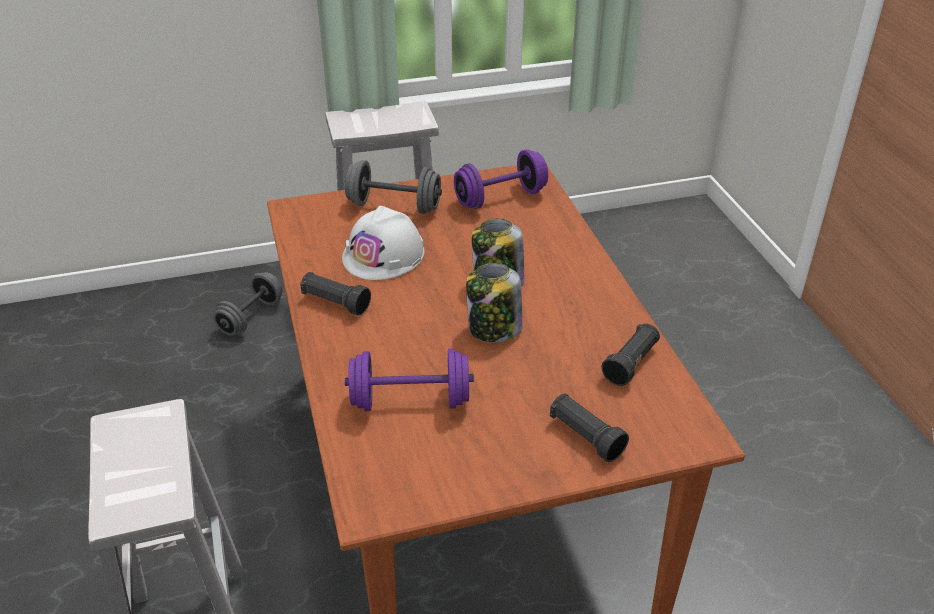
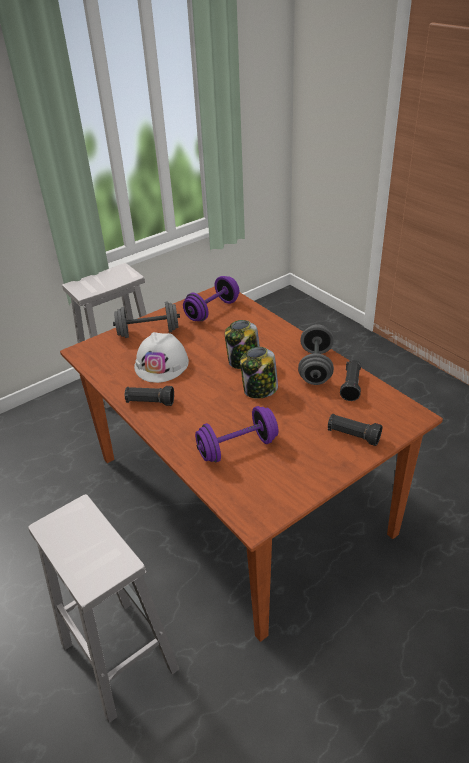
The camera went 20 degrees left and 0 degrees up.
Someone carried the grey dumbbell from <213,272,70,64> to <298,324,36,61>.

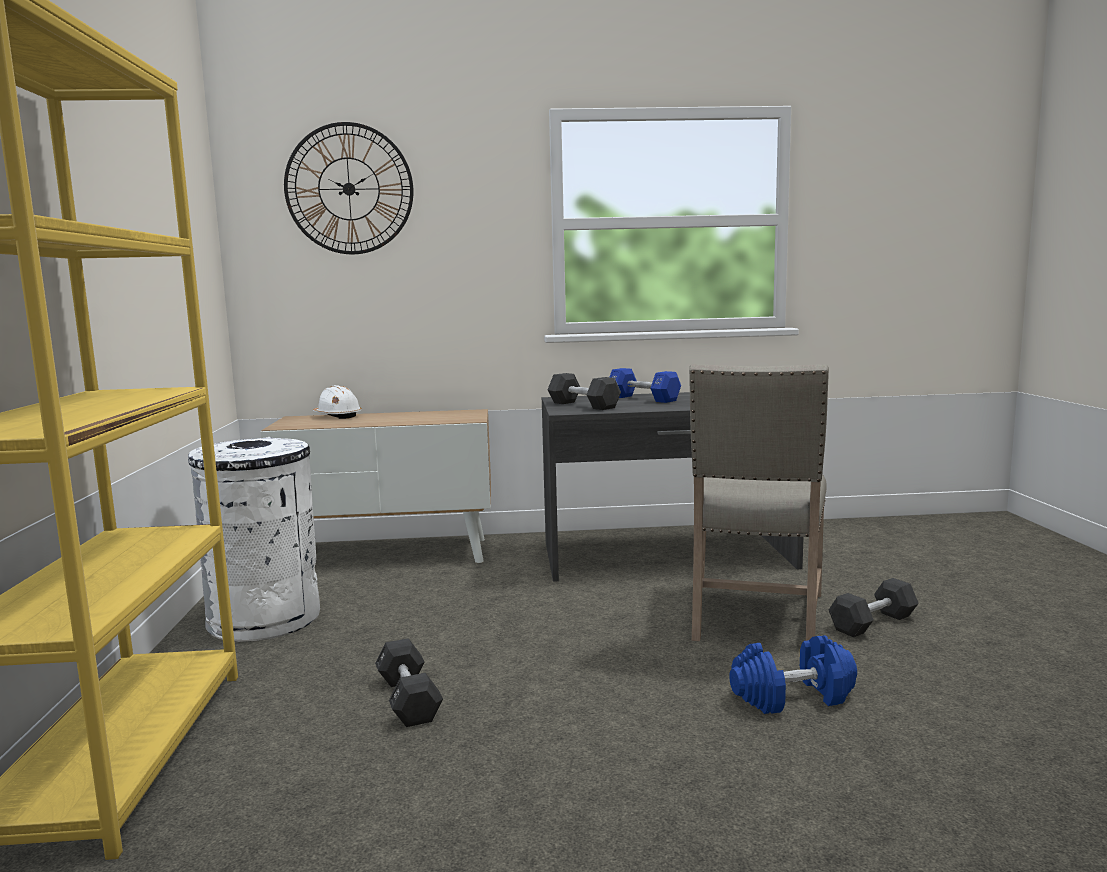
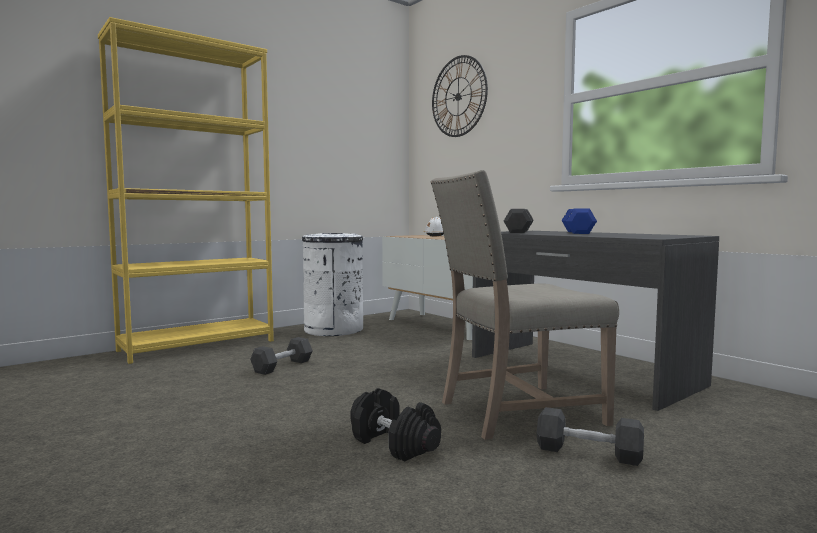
The camera went 55 degrees right and 5 degrees down.
Someone repainted the blue dumbbell at <729,635,128,79>, which became the black dumbbell at <350,388,91,73>.

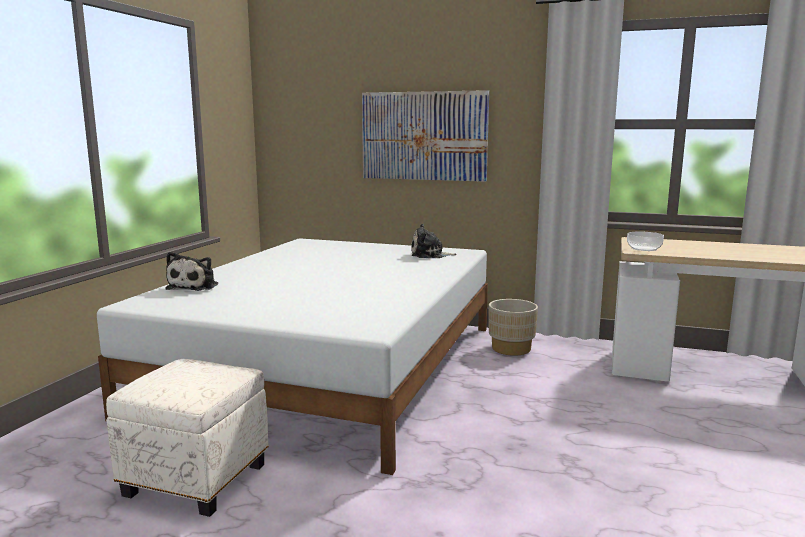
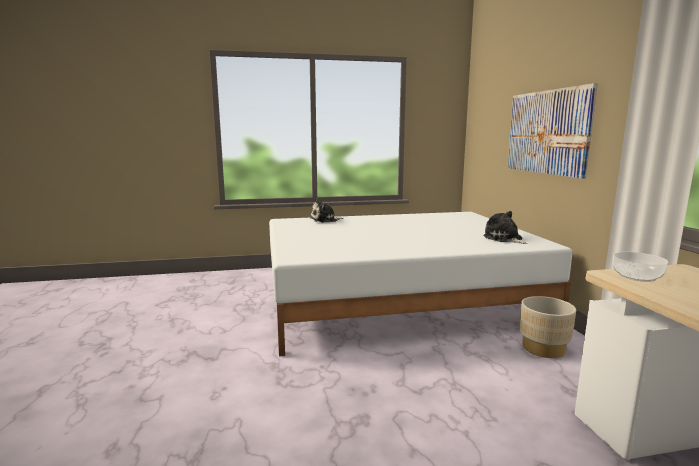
The camera went 60 degrees right and 0 degrees up.
Someone took away the white ottoman at <106,359,163,158>.

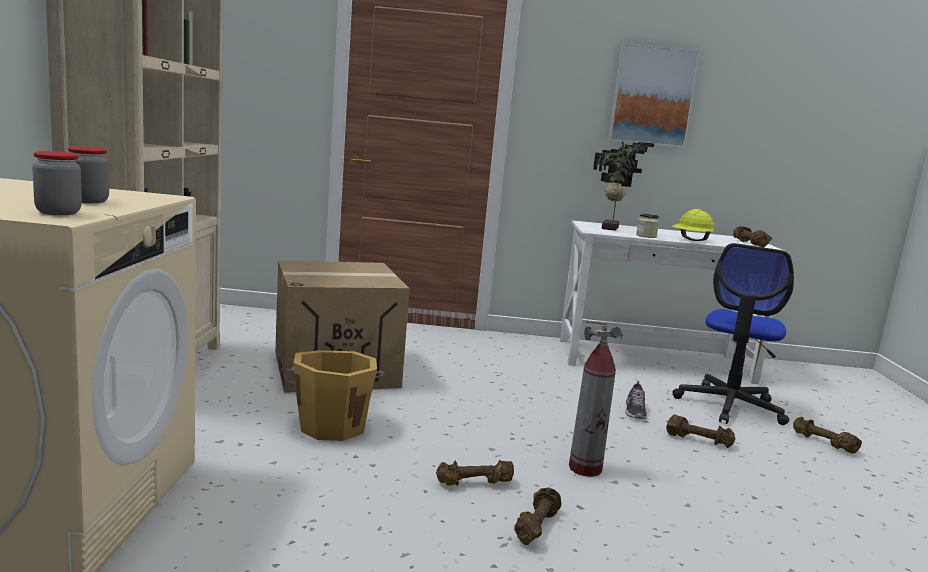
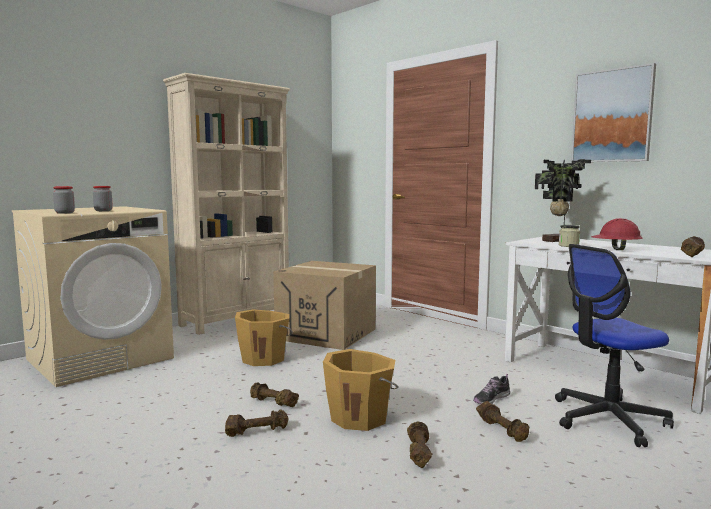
The camera went 45 degrees right and 5 degrees down.
Someone repainted the yellow hard hat at <672,209,43,32>, which became the red hard hat at <591,218,51,32>.
Someone swapped the fire extinguisher at <569,320,55,157> for the orange bucket at <323,349,75,82>.
Someone carried the brown dumbbell from <793,417,69,37> to <407,421,25,47>.

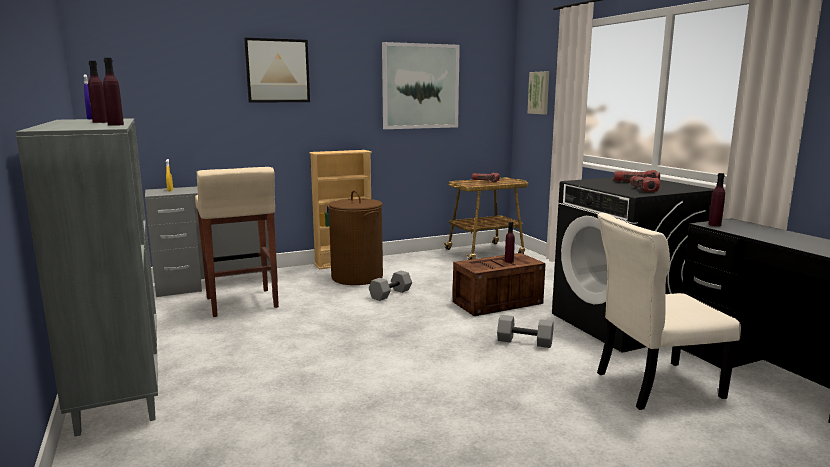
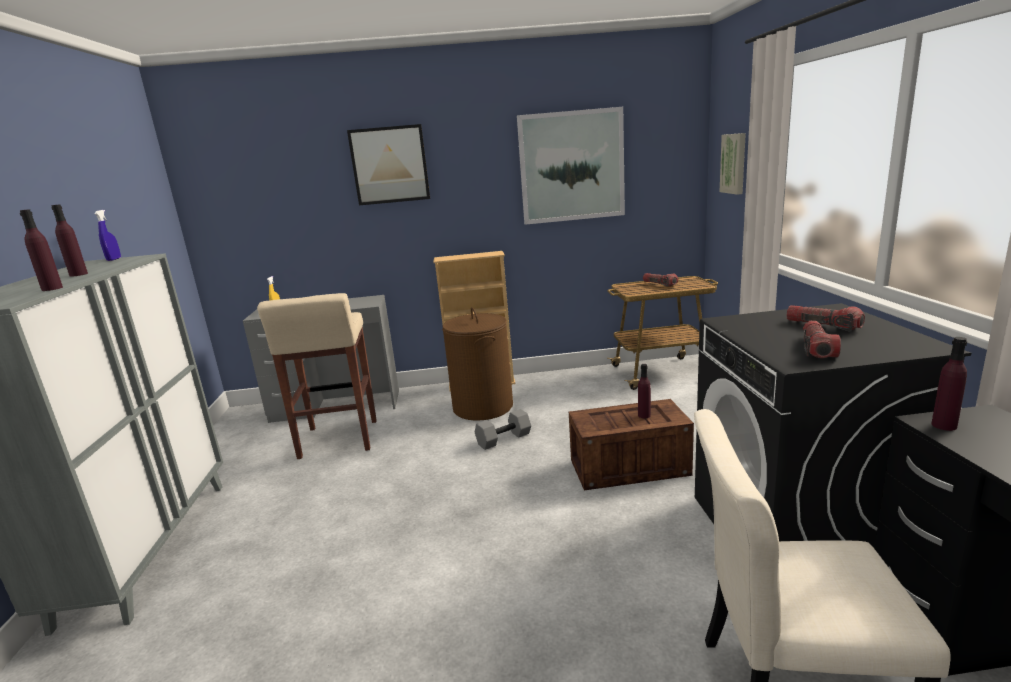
The camera went 20 degrees right and 5 degrees up.
Someone took away the grey dumbbell at <497,315,56,33>.

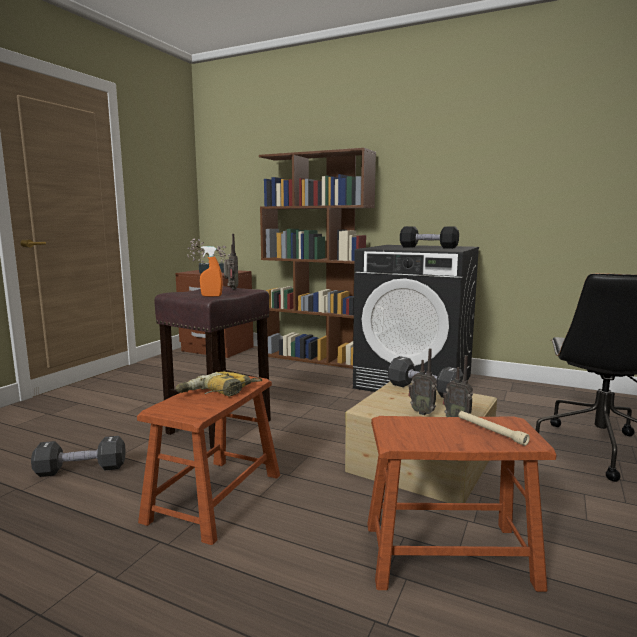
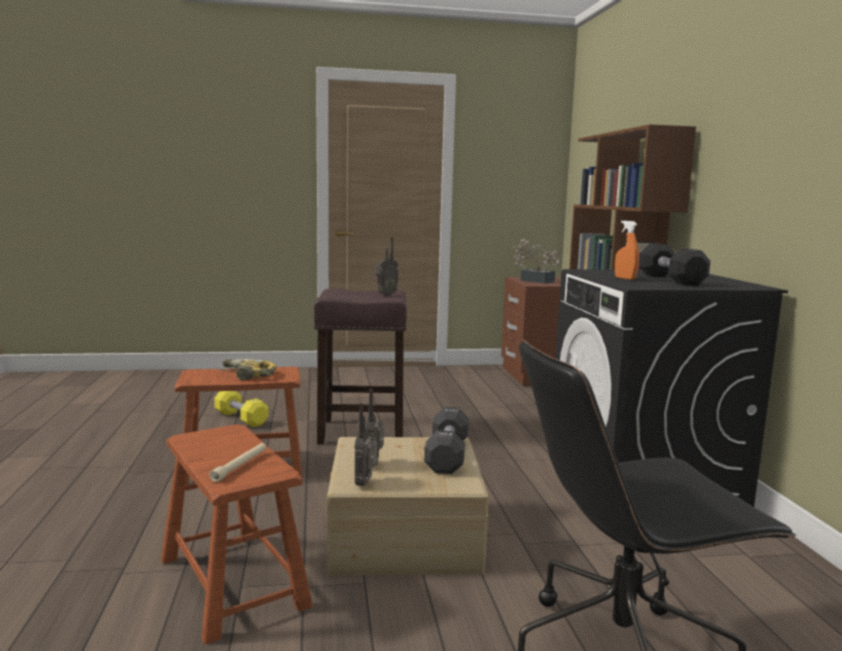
The camera went 55 degrees right and 0 degrees up.
Someone carried the orange spray bottle from <200,246,22,51> to <615,221,24,59>.
Someone repainted the black dumbbell at <31,436,95,41>, which became the yellow dumbbell at <214,391,55,36>.

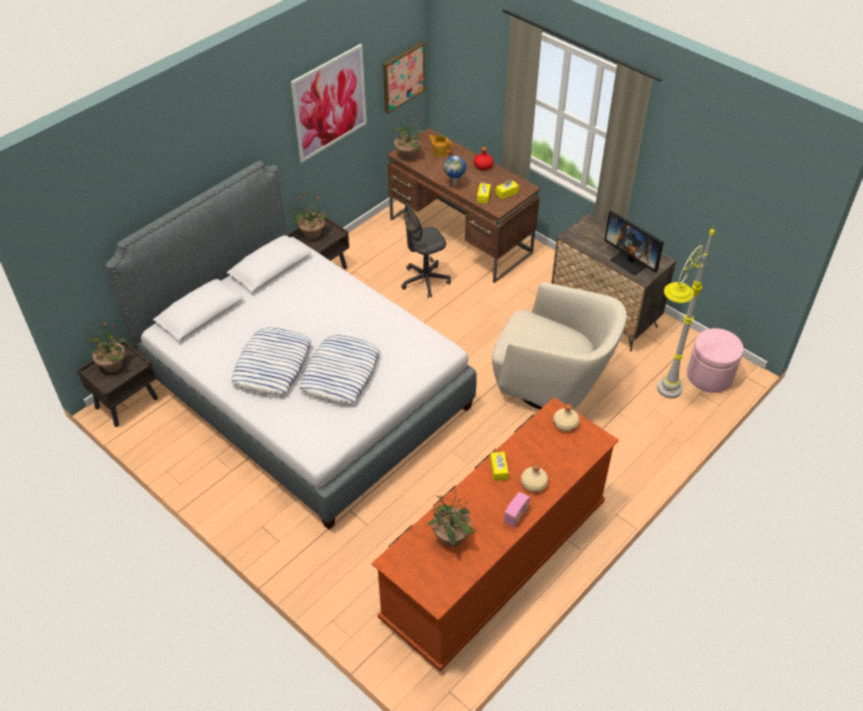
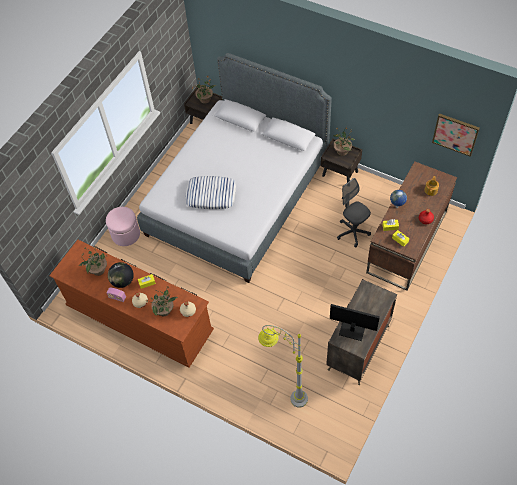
The camera went 80 degrees right and 10 degrees up.
Someone took away the picture at <291,44,76,119>.
Someone carried the potted plant from <392,114,32,46> to <146,286,32,30>.
Someone rotated the monitor at <604,211,60,64> by 75 degrees clockwise.
Someone took away the beige armchair at <492,282,135,128>.
Someone took away the pillow at <231,327,80,68>.
Someone carried the pink ottoman from <687,328,57,65> to <106,207,34,39>.
Someone put down the globe at <108,262,26,26>.

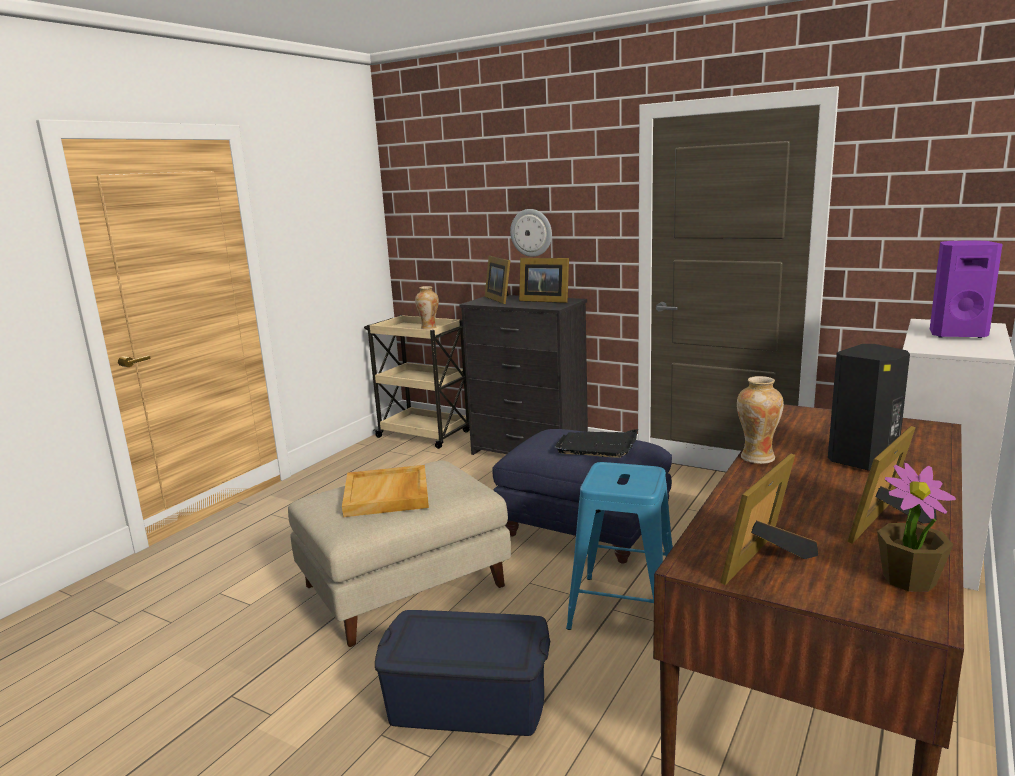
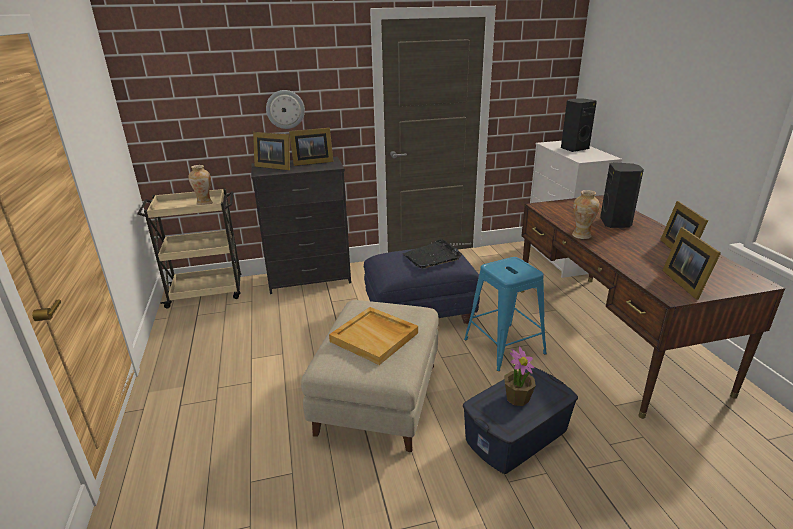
The camera went 45 degrees left and 10 degrees up.
Someone repainted the purple speaker at <930,240,73,98>, which became the black speaker at <561,98,36,54>.
Someone carried the potted plant from <877,463,79,129> to <504,346,32,60>.

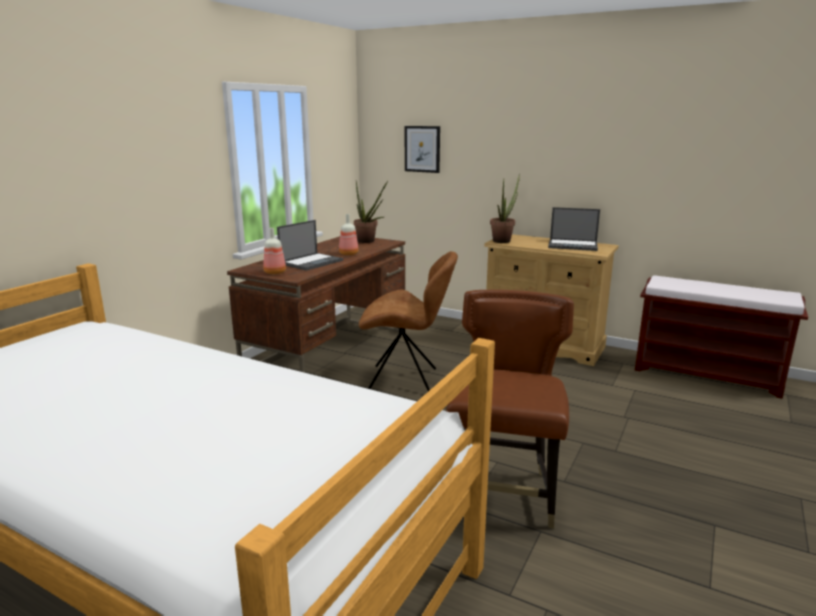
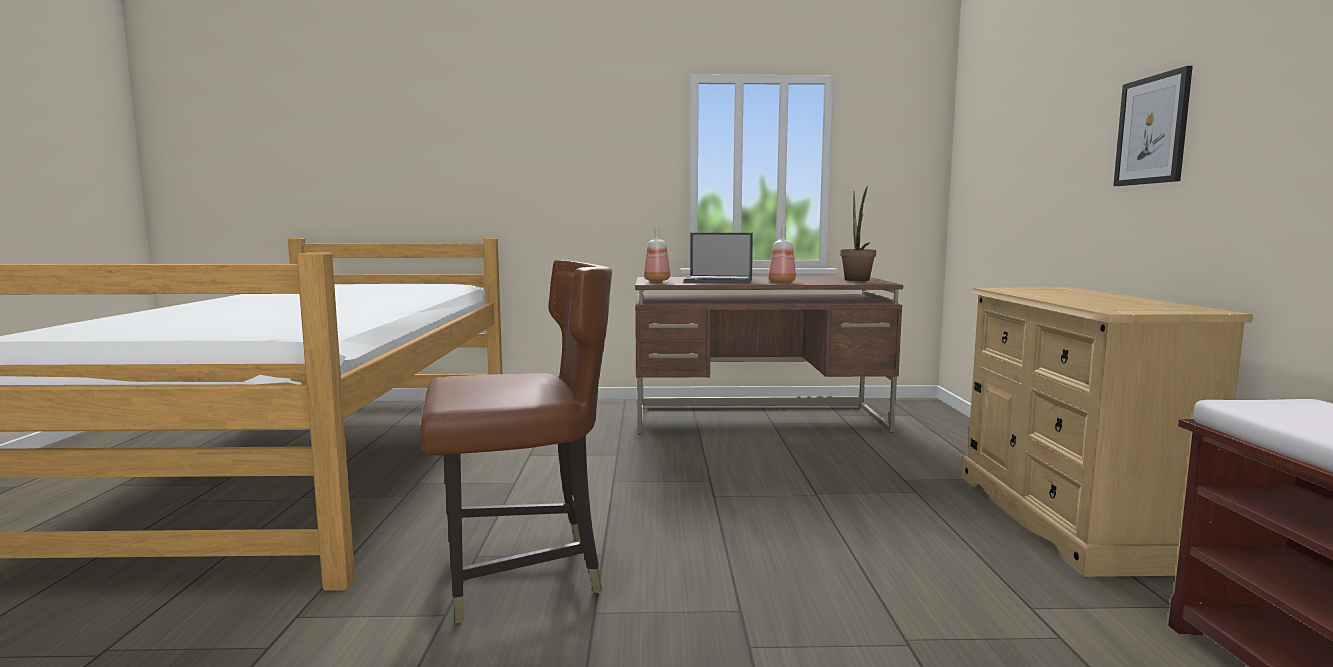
The camera went 60 degrees right and 10 degrees down.
Someone carried the picture from <405,126,35,47> to <1113,66,80,120>.
Someone took away the potted plant at <490,173,30,70>.
Someone took away the laptop at <548,207,52,44>.
Someone took away the brown chair at <359,251,99,140>.

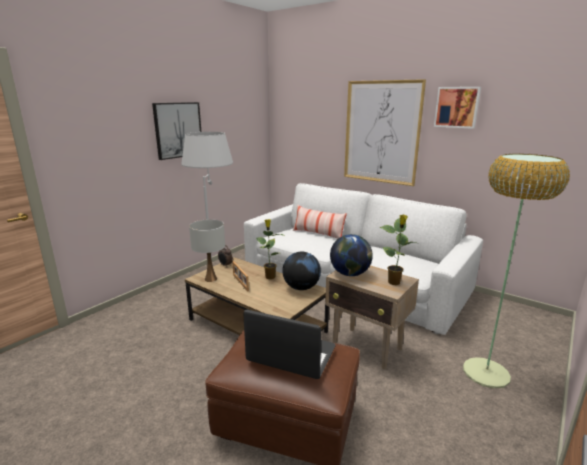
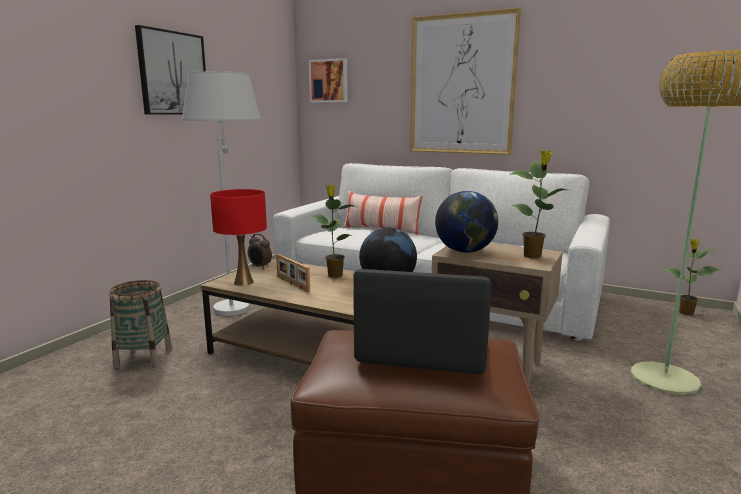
The camera went 10 degrees left and 5 degrees down.
Someone carried the picture from <434,87,47,42> to <309,58,39,45>.
Someone repainted the white table lamp at <189,219,36,63>, which became the red table lamp at <210,189,57,97>.
Someone put down the potted plant at <663,239,58,76>.
Someone put down the basket at <109,280,63,88>.

